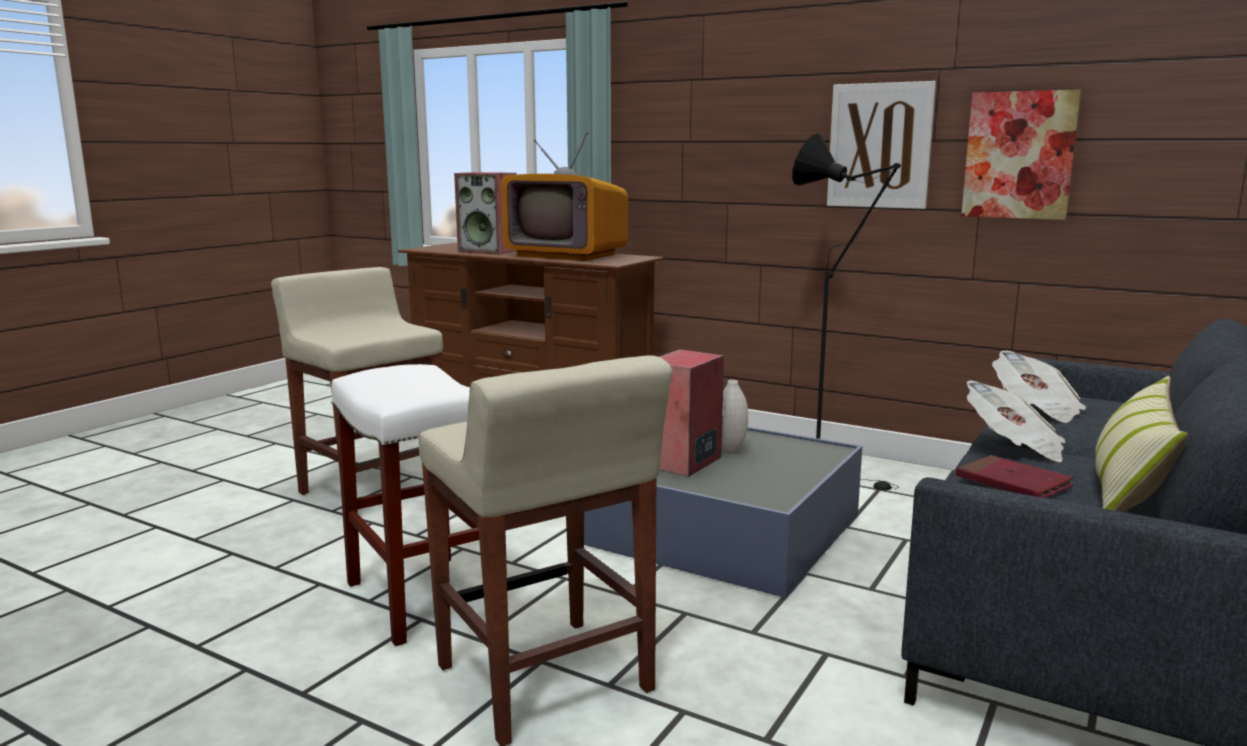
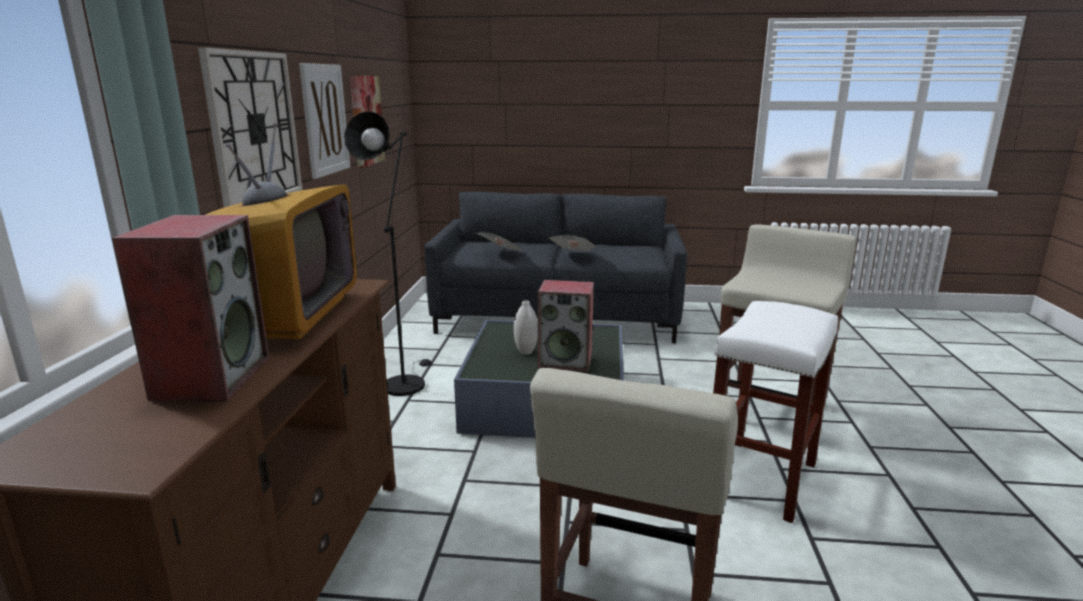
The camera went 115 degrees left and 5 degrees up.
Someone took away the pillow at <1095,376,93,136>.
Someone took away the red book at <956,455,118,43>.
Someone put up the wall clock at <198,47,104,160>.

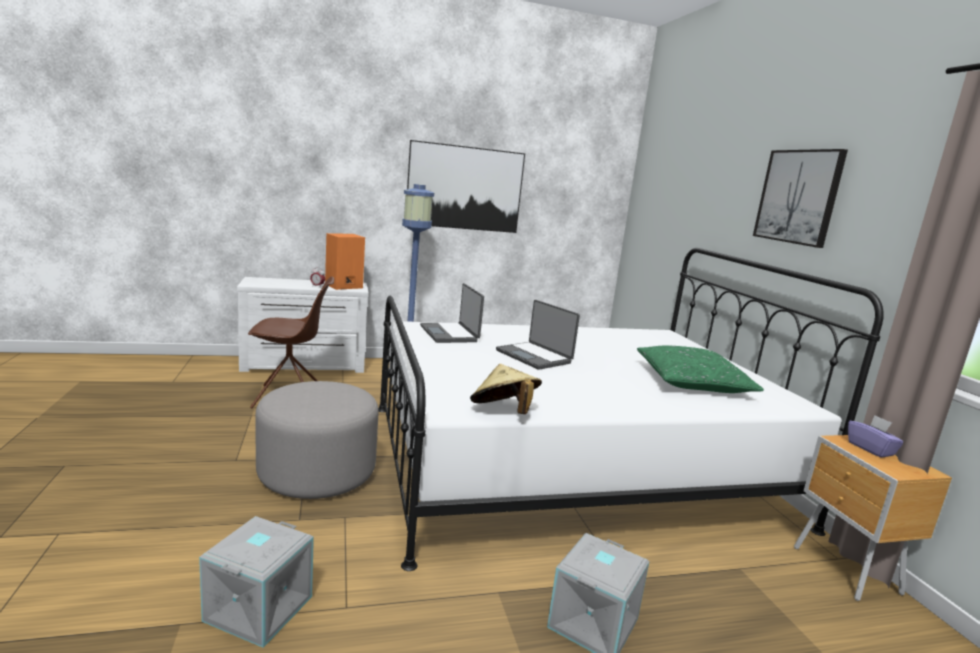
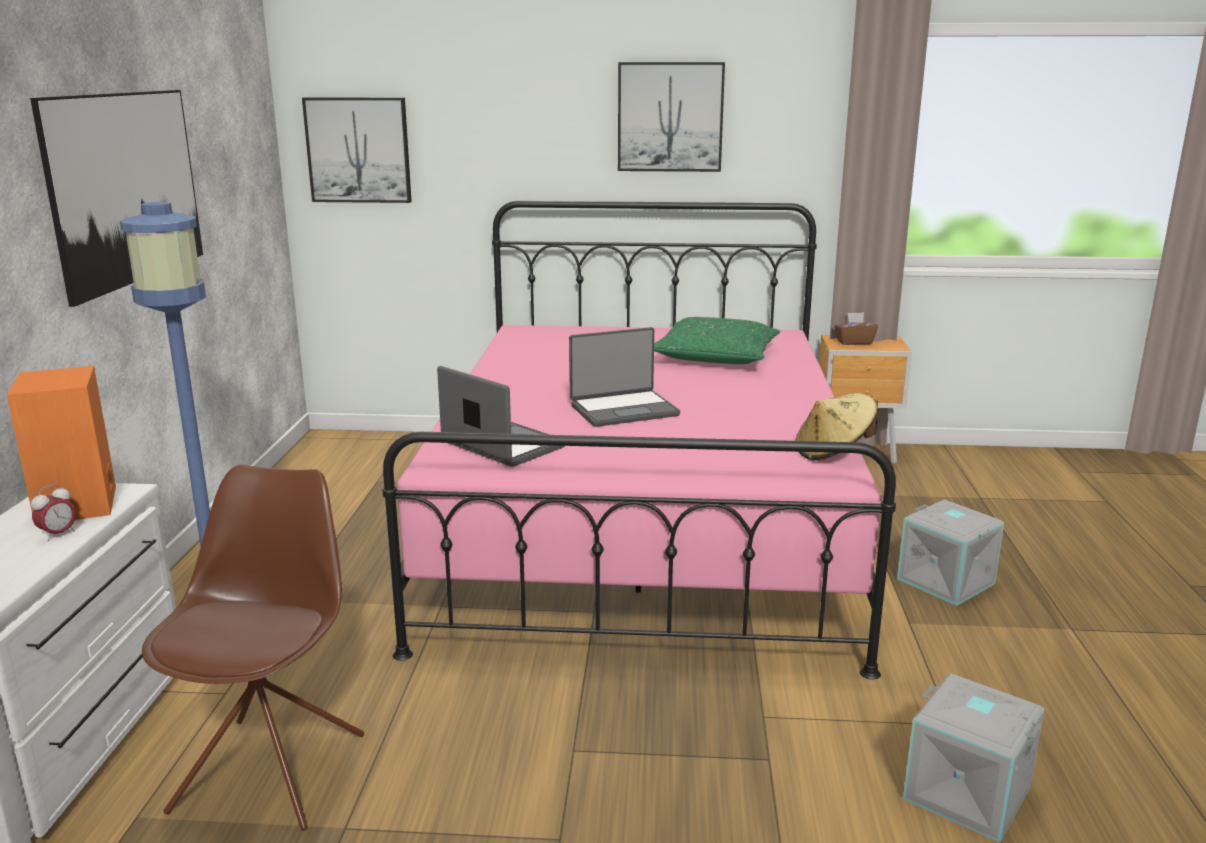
The camera went 70 degrees left and 5 degrees up.
Someone repainted the white bed at <378,248,506,323>, which became the pink bed at <382,201,514,479>.
Someone rotated the laptop at <420,283,64,60> by 135 degrees counterclockwise.
Someone took away the grey ottoman at <255,381,124,118>.
Someone repainted the purple tissue box at <848,415,55,43>, which became the brown tissue box at <834,313,44,32>.
Someone put up the picture at <302,97,110,106>.

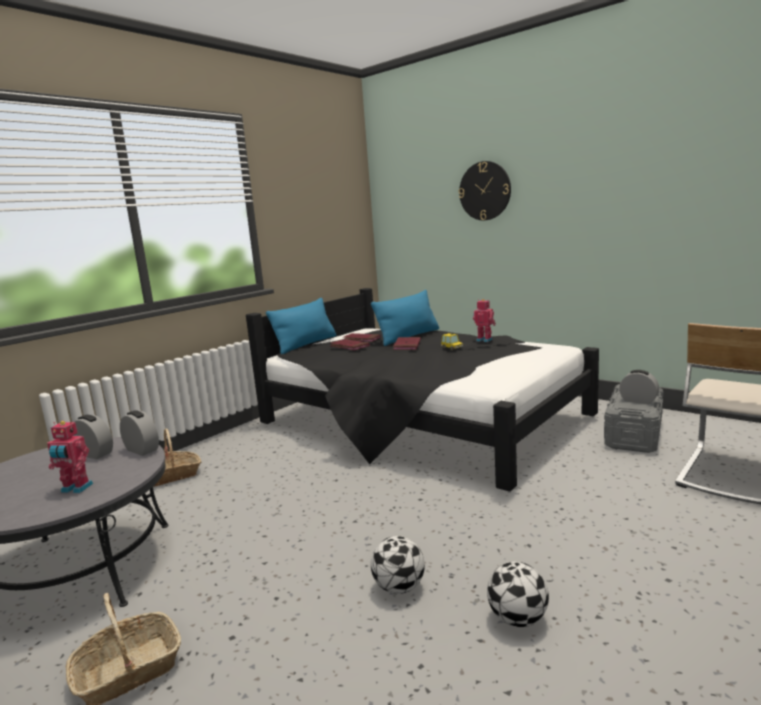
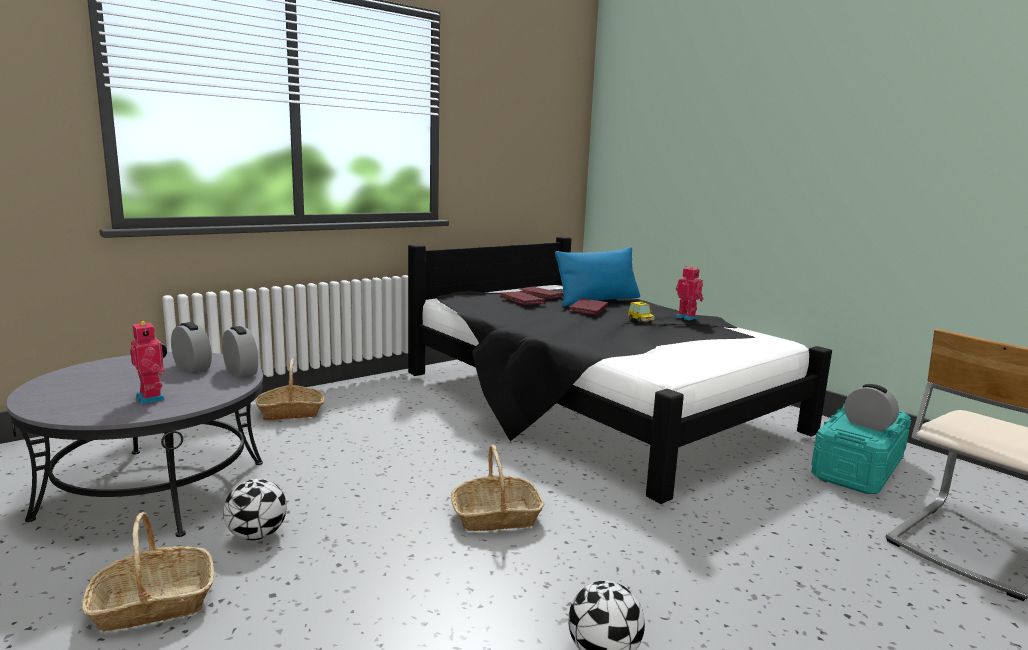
The camera went 10 degrees right and 0 degrees up.
Someone took away the wall clock at <459,161,52,59>.
Someone took away the blue pillow at <266,298,70,56>.
Someone repainted the grey storage box at <604,384,59,69>, which became the turquoise storage box at <811,404,100,90>.
Someone rotated the toy robot at <47,421,46,72> by 150 degrees counterclockwise.
Someone carried the football from <371,536,54,58> to <223,479,64,61>.
Someone put down the basket at <451,445,93,86>.

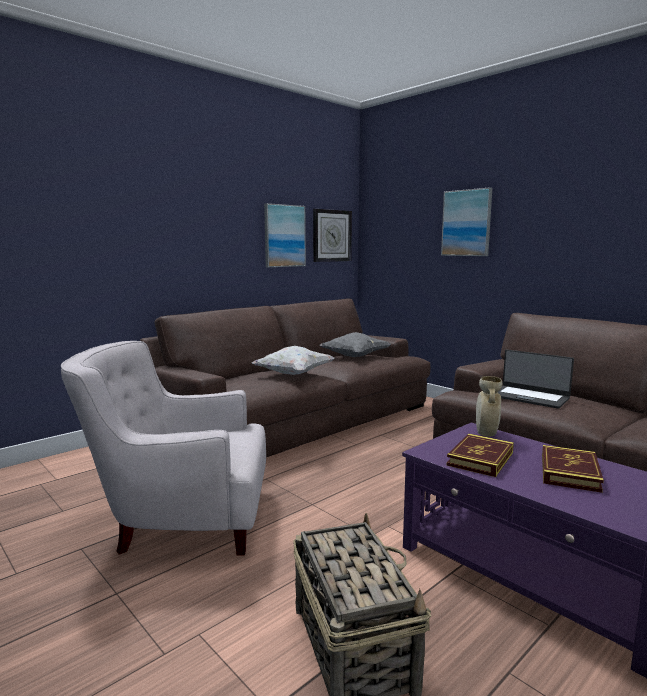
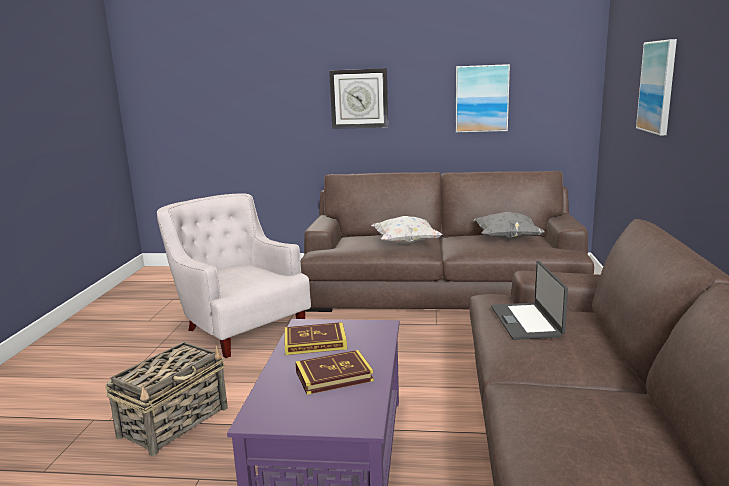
The camera went 50 degrees right and 5 degrees up.
Someone carried the wall clock from <313,209,39,53> to <329,68,59,61>.
Someone took away the beige vase at <476,376,26,61>.

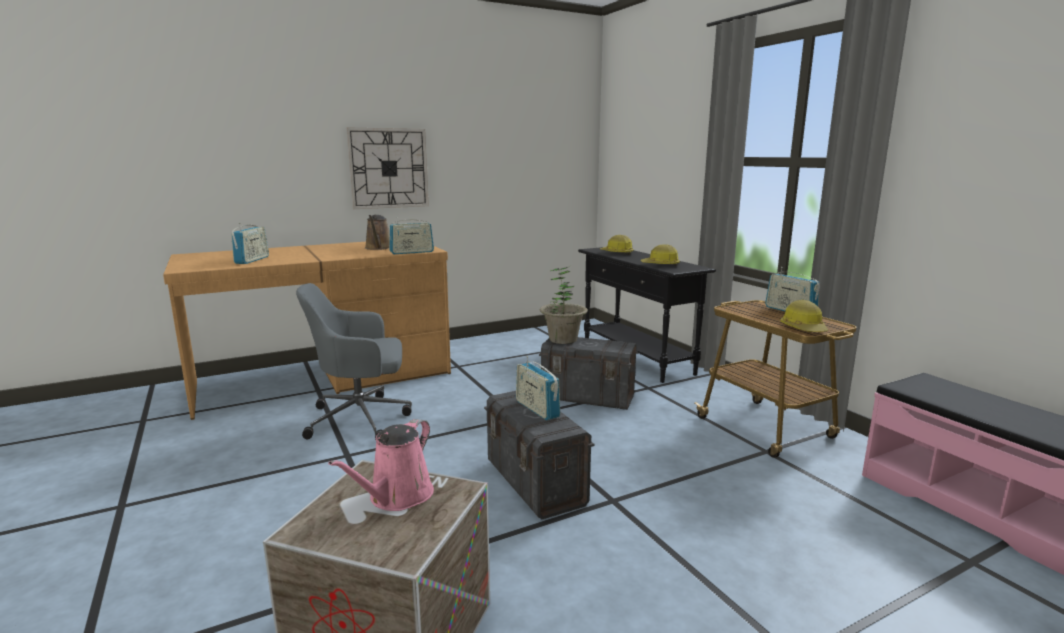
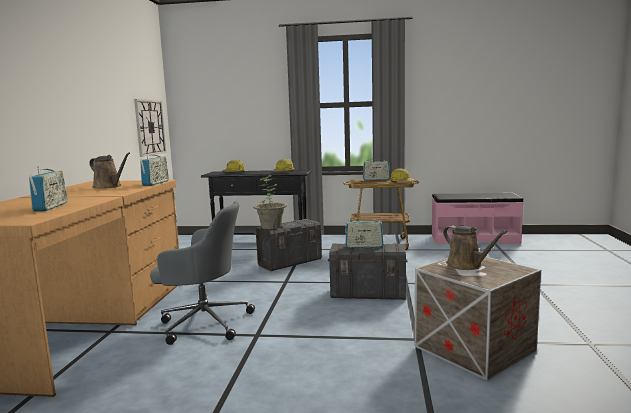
The camera went 55 degrees left and 5 degrees down.
Someone carried the wall clock from <346,127,83,82> to <134,99,33,58>.
Someone rotated the radio at <231,223,38,41> by 45 degrees clockwise.
Someone rotated the grey office chair at <296,283,116,157> by 105 degrees counterclockwise.
Someone repainted the pink watering can at <328,419,106,92>, which became the brown watering can at <443,226,65,44>.

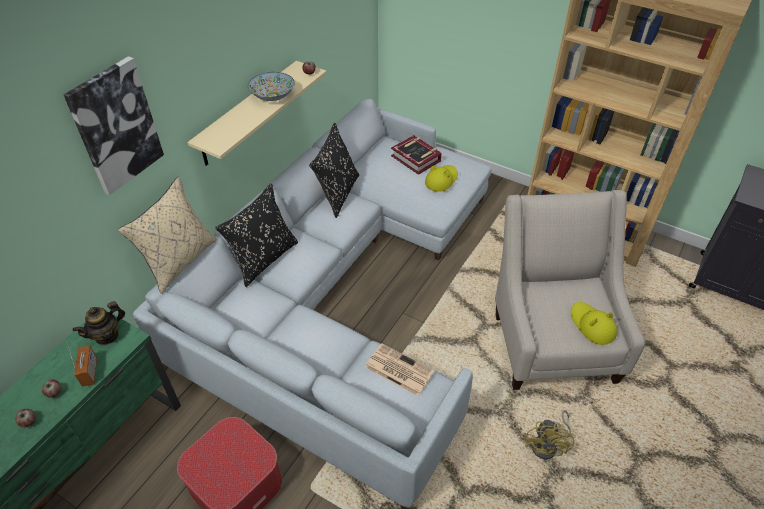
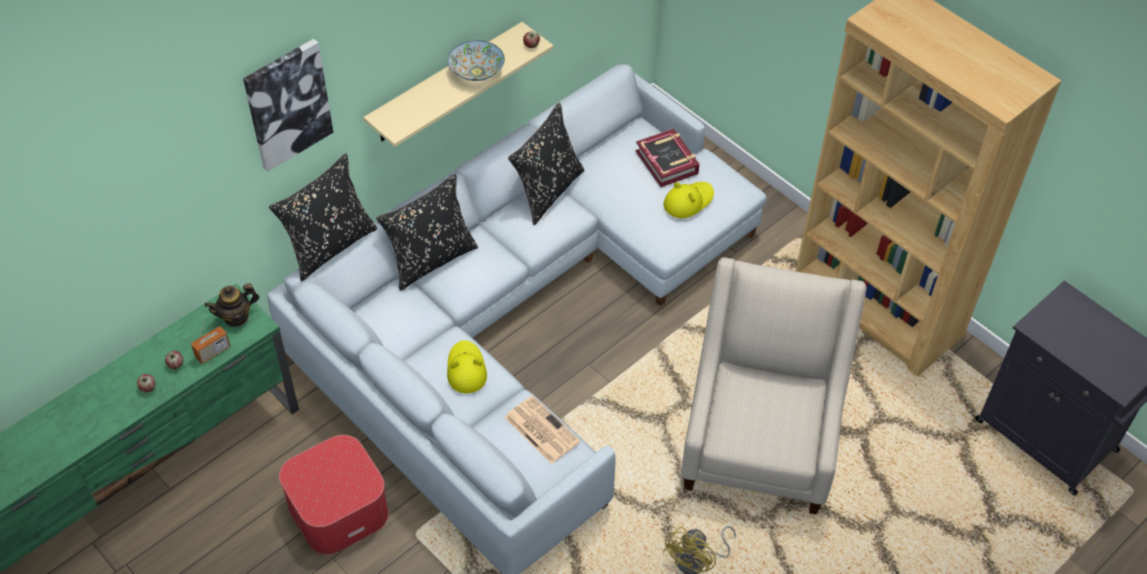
The camera went 15 degrees right and 5 degrees up.
Someone repainted the beige pillow at <118,177,99,117>, which became the black pillow at <269,153,108,128>.
Someone carried the yellow hat from <571,302,46,43> to <447,340,40,54>.
Someone rotated the radio at <66,341,31,46> by 45 degrees clockwise.

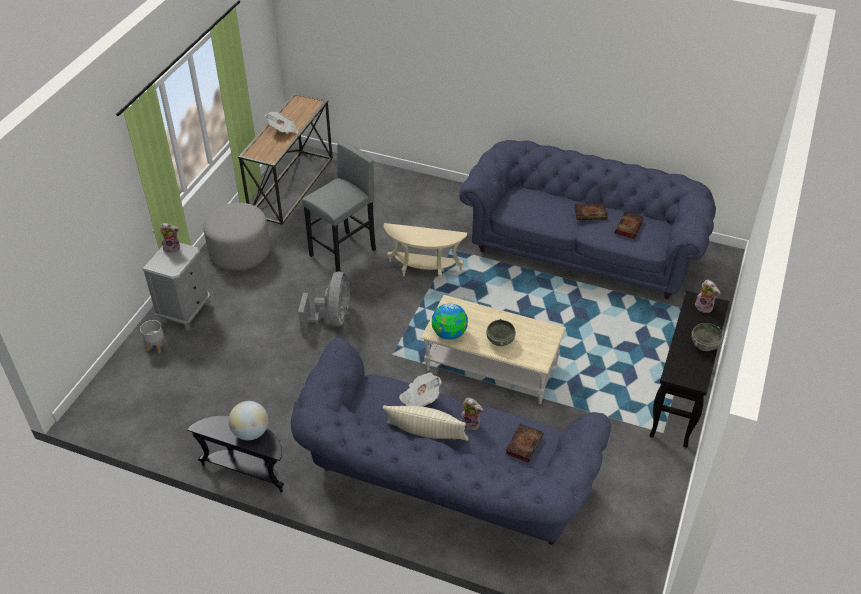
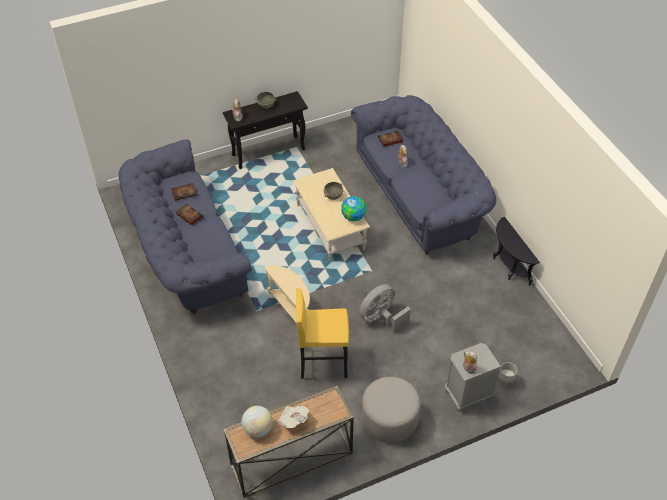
The camera went 135 degrees left and 5 degrees up.
Someone repainted the grey stool at <302,142,74,130>, which became the yellow stool at <296,288,53,91>.
Someone took away the newspaper at <399,372,43,35>.
Someone carried the globe from <228,401,40,39> to <241,406,32,31>.
Someone took away the beige pillow at <383,405,86,36>.

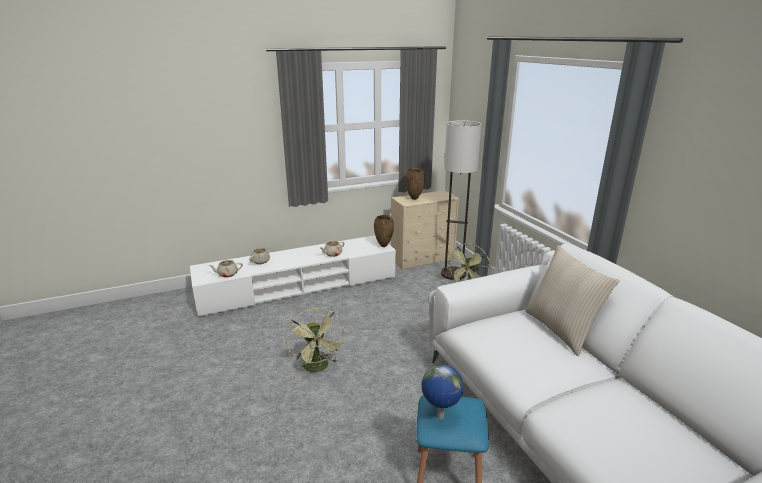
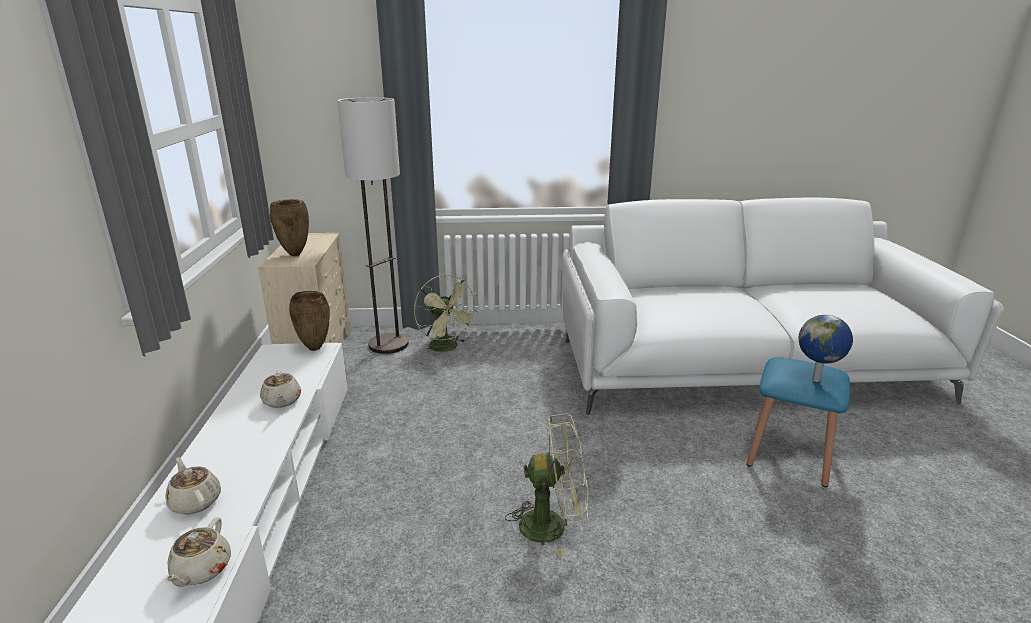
The camera went 70 degrees left and 0 degrees up.
Someone took away the beige pillow at <525,245,94,111>.

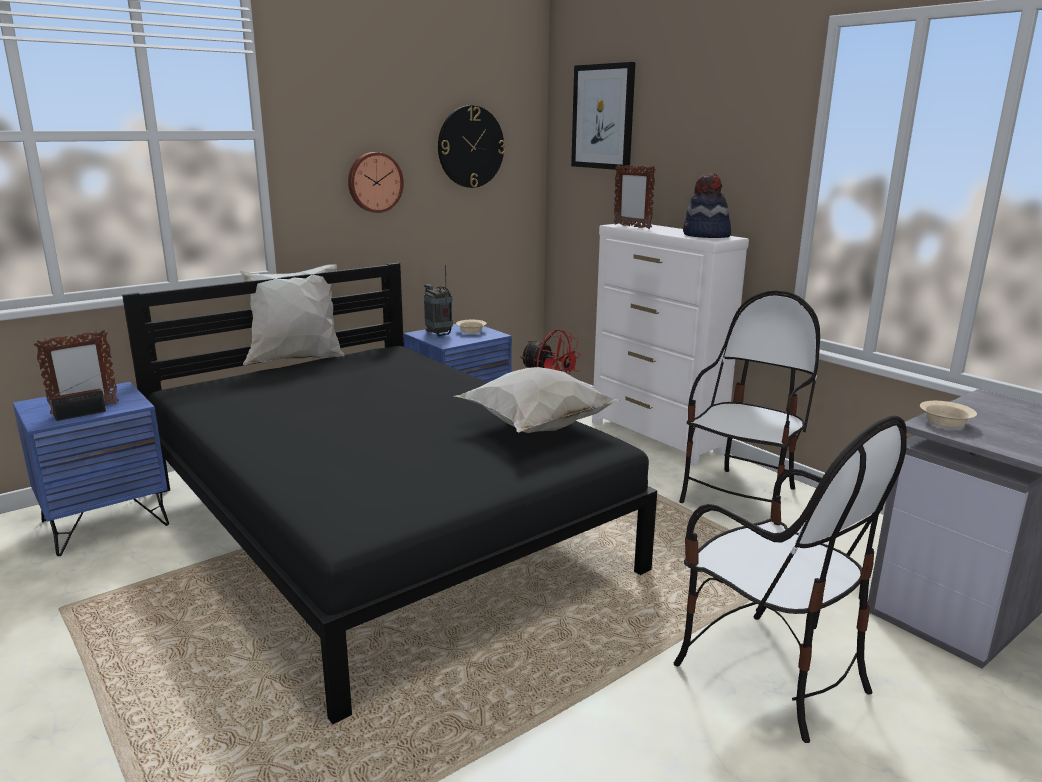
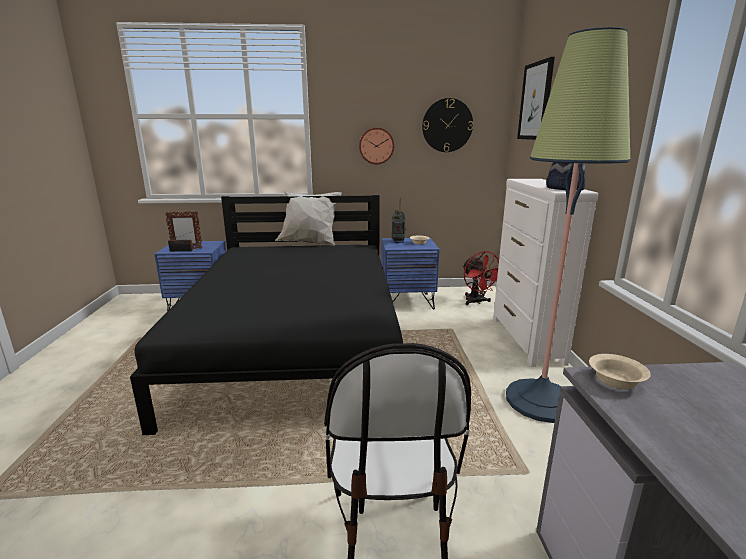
The camera went 35 degrees right and 0 degrees up.
Someone took away the picture frame at <614,165,42,64>.
Someone swapped the chair at <679,290,141,213> for the floor lamp at <506,27,125,396>.
Someone took away the white pillow at <455,367,165,66>.

